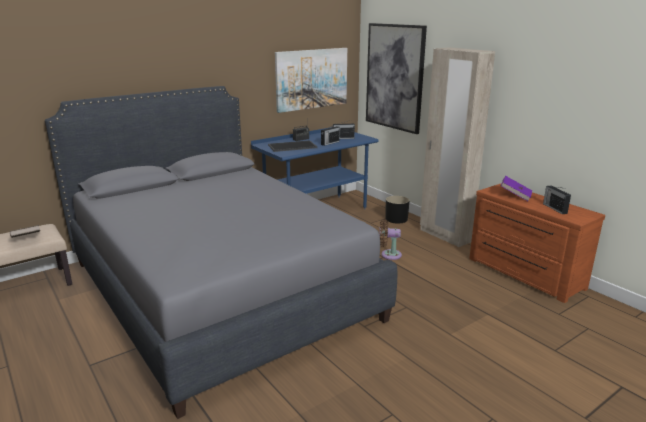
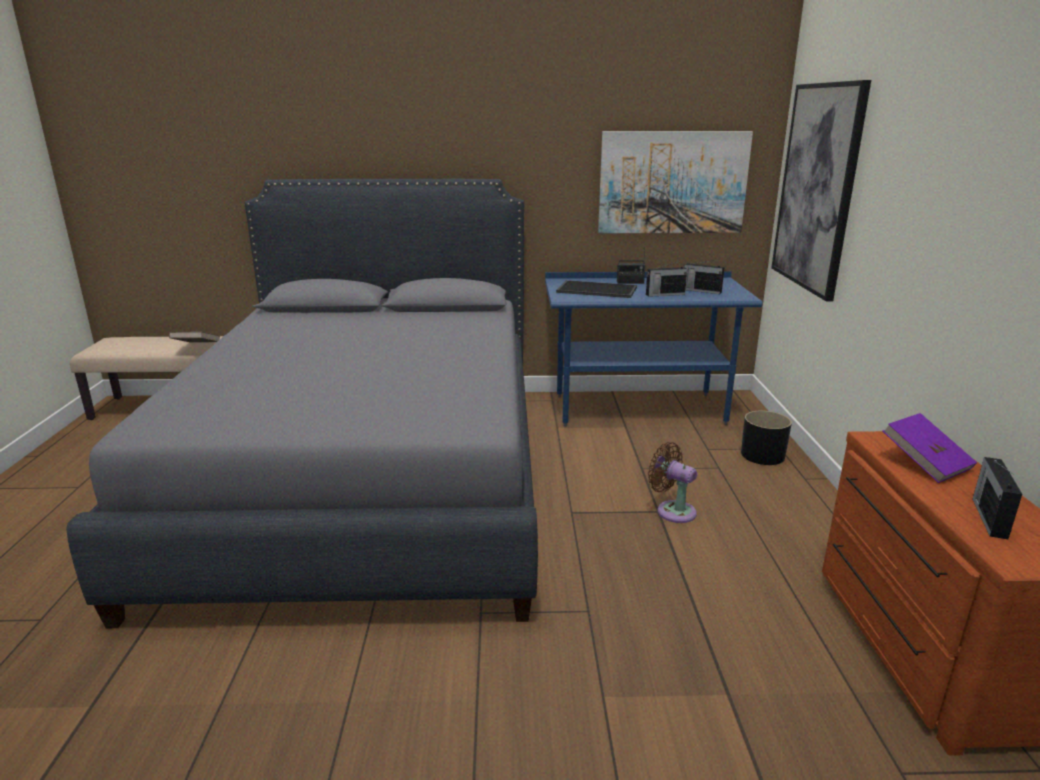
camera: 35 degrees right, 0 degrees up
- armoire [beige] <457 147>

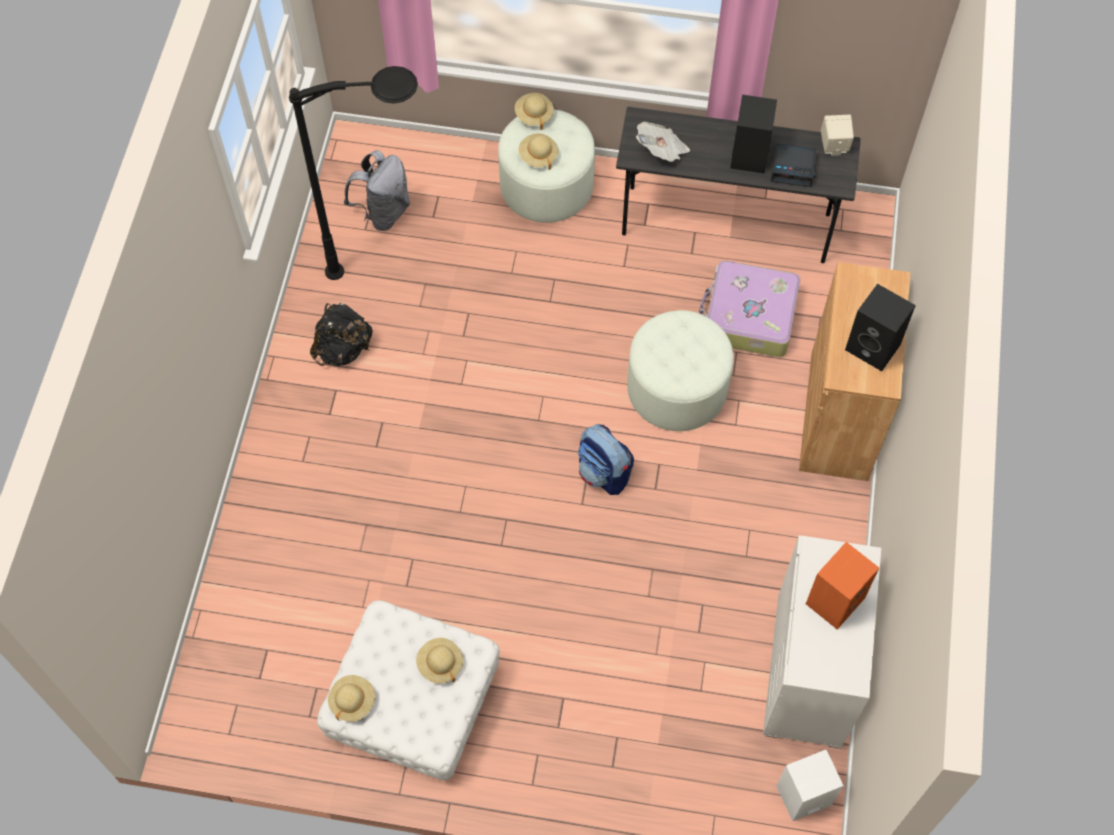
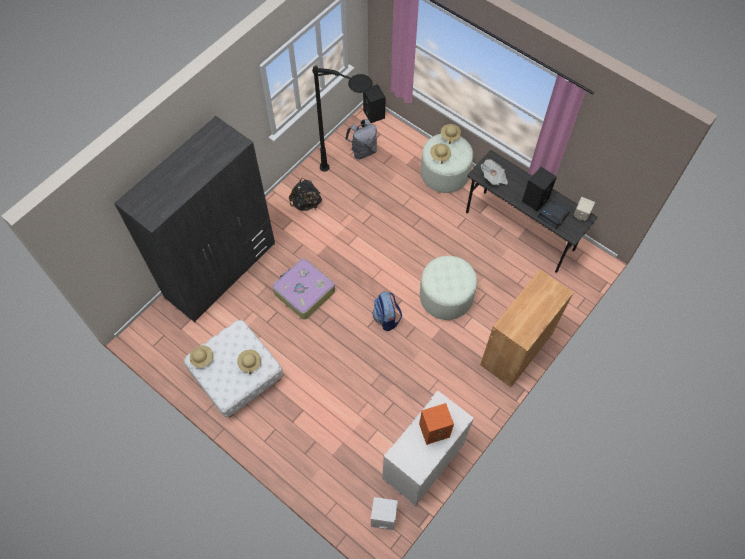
camera: 30 degrees right, 0 degrees up
~ valise <749 309> to <304 289>
~ enceinte [noir] <880 327> to <374 103>
+ armoire [gris] <194 219>

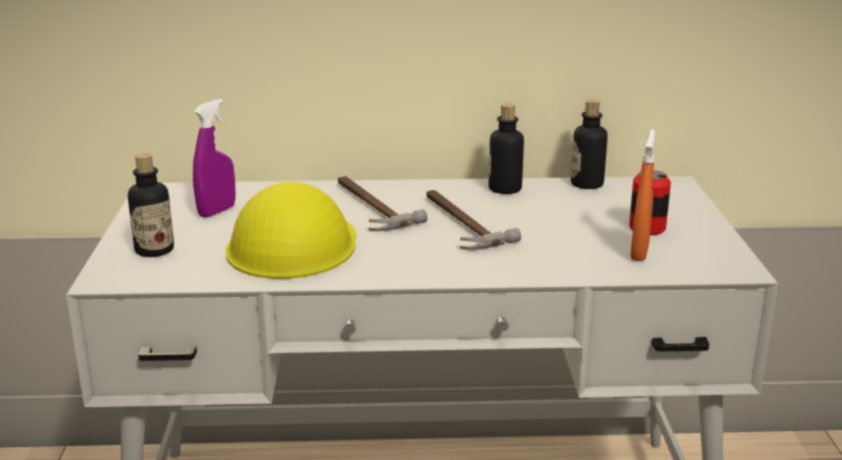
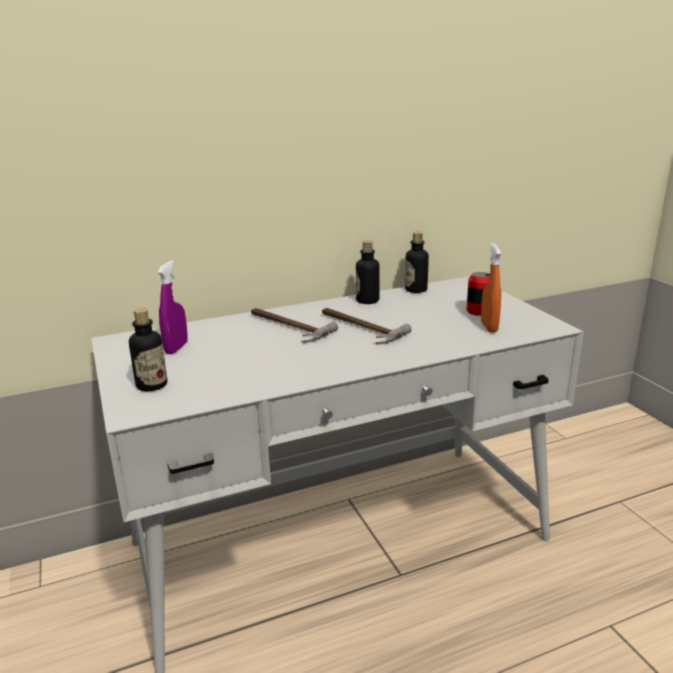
camera: 20 degrees left, 0 degrees up
- casque de chantier [jaune] <290 230>

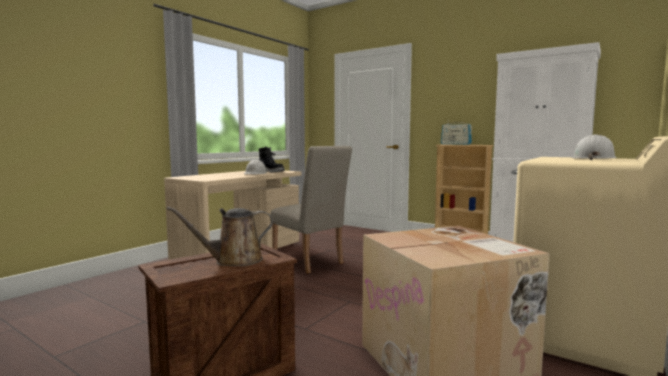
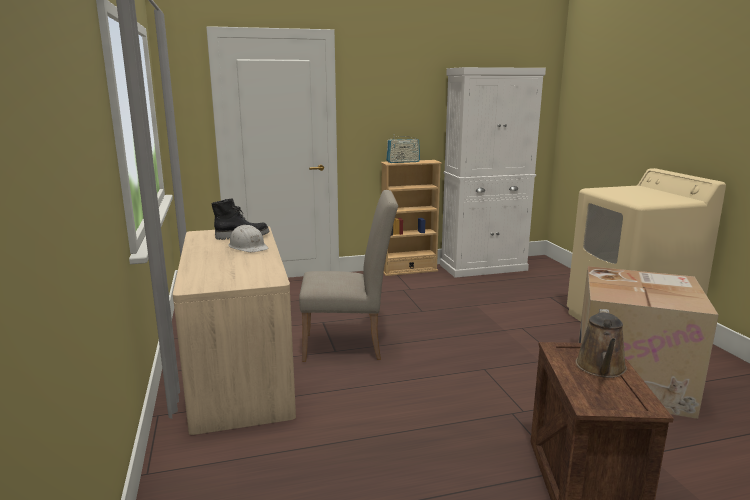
camera: 50 degrees left, 10 degrees up
- casque de chantier [blanc] <594 147>

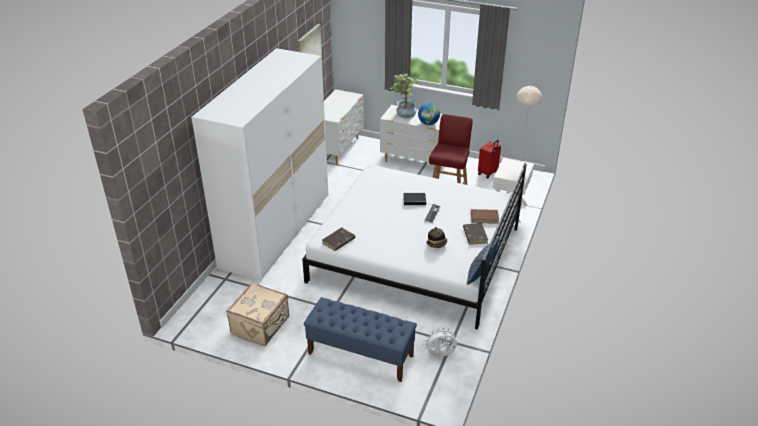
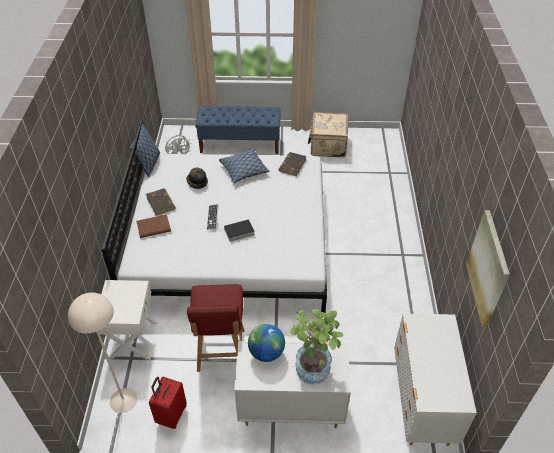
camera: 160 degrees right, 10 degrees up
- armoire [blanc] <259 164>
+ coussin <244 166>

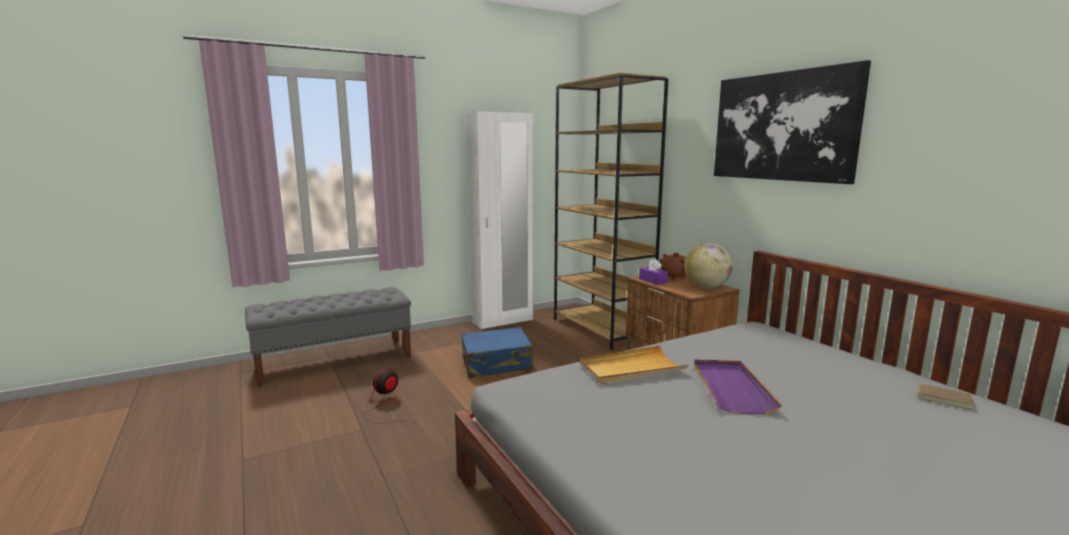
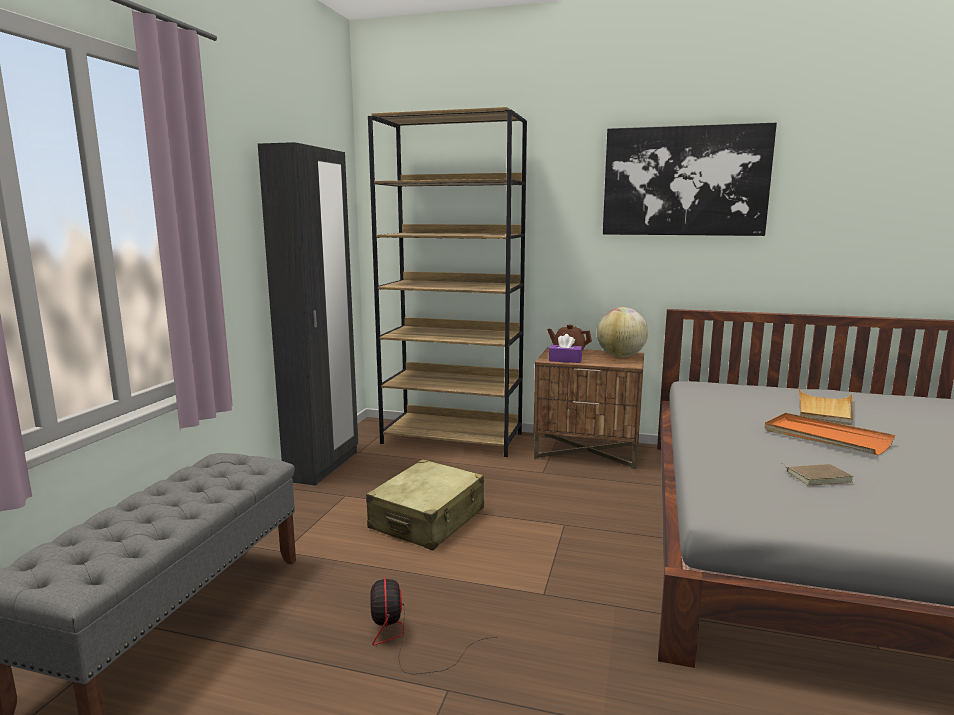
camera: 45 degrees left, 0 degrees up
~ valise [bleu] <497 352> to valise [beige] <425 504>
~ armoire [blanc] <500 220> to armoire [noir] <308 314>
~ plateau [beige] <634 365> to <826 406>
~ plateau [violet] <738 387> to plateau [orange] <829 434>
~ livre [marron] <945 395> to <818 474>

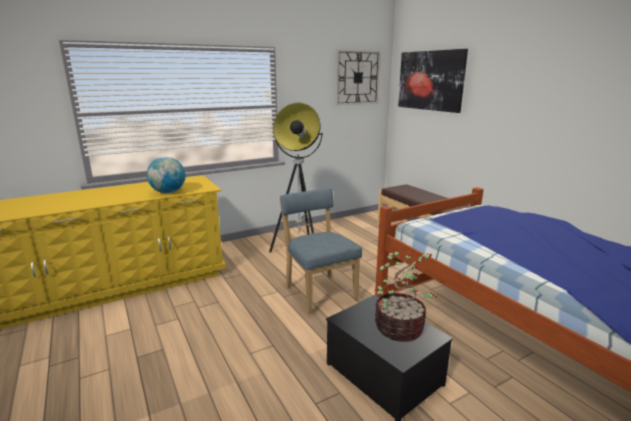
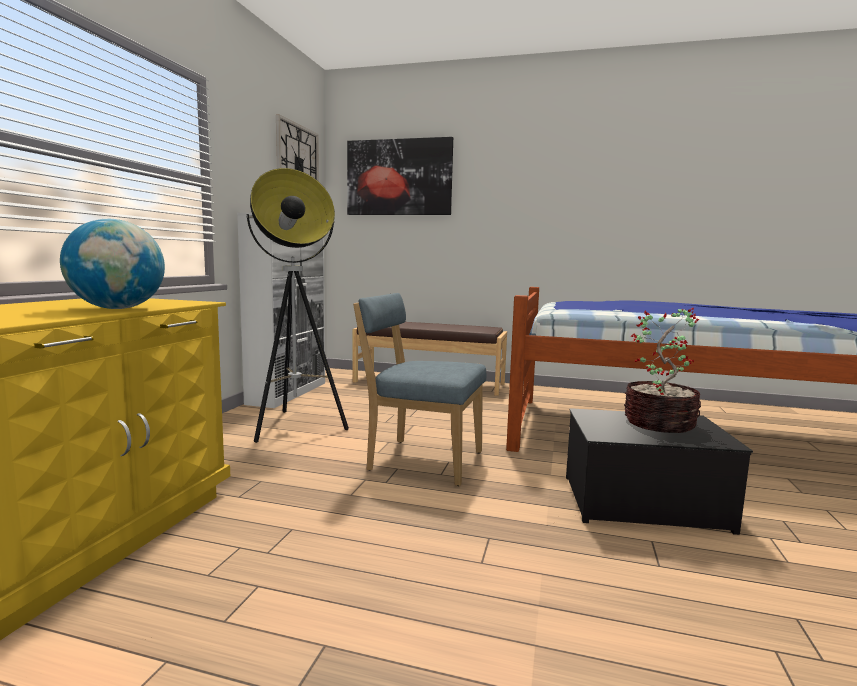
camera: 45 degrees left, 10 degrees down
+ meuble de rangement [blanc] <281 310>

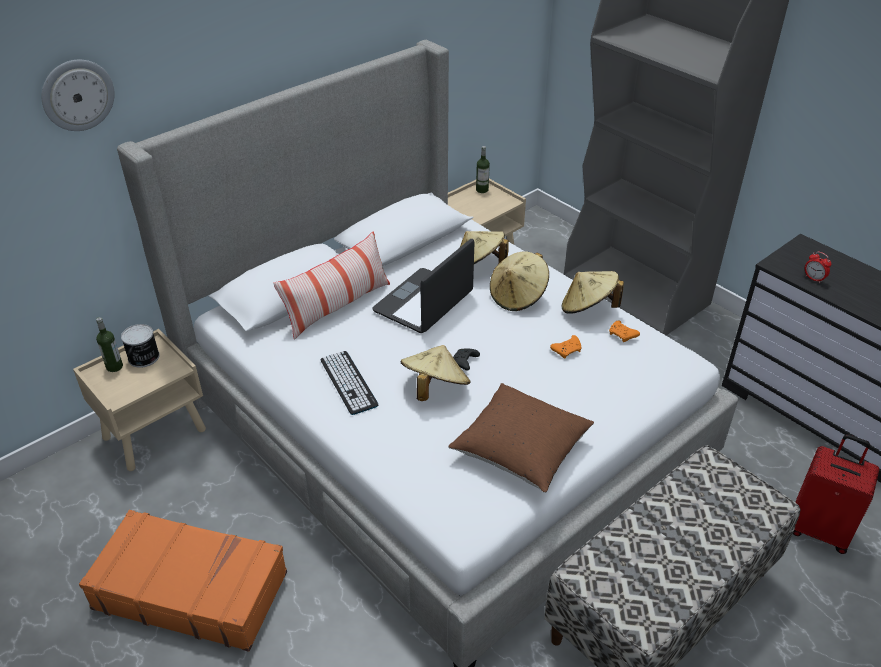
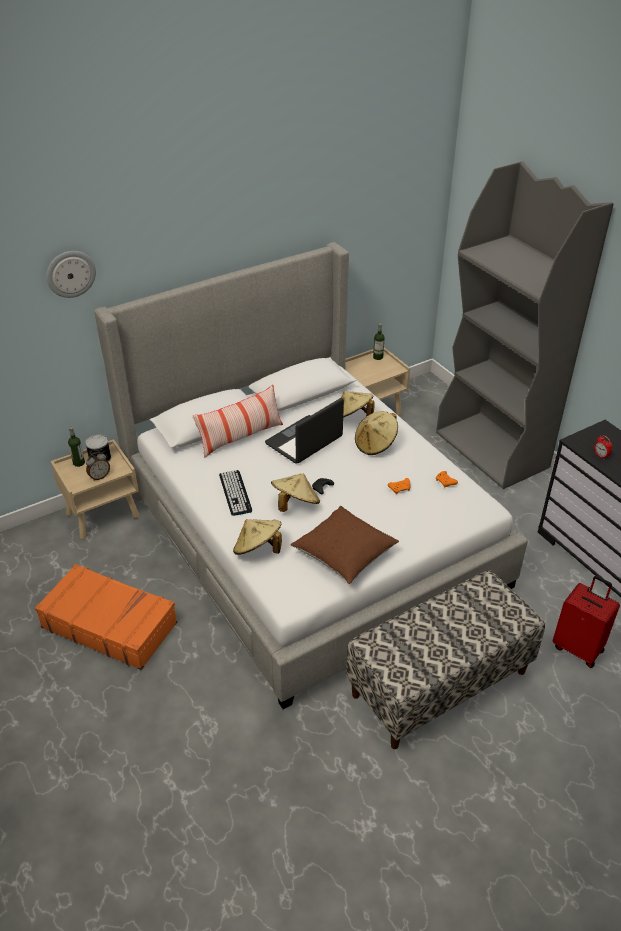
camera: 10 degrees right, 0 degrees up
~ chapeau [beige] <593 292> to <257 537>
+ réveil <98 466>

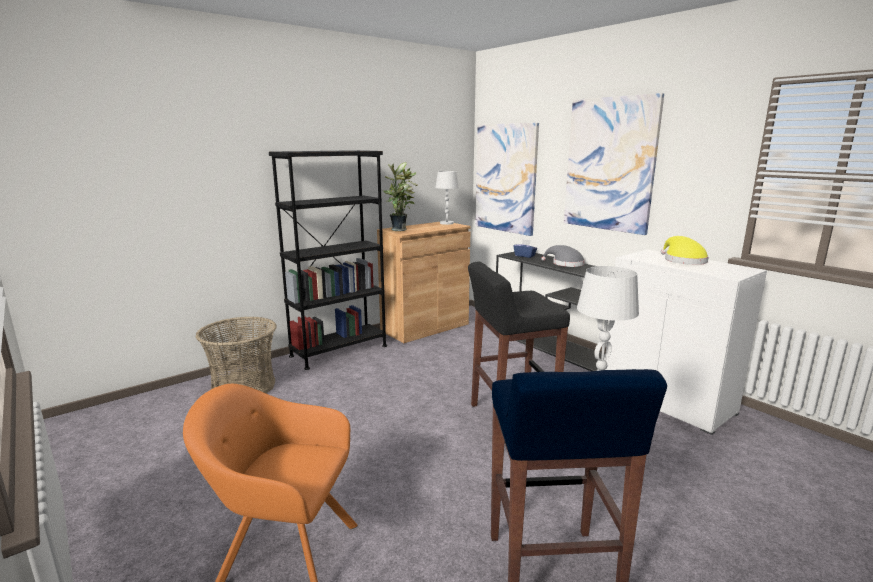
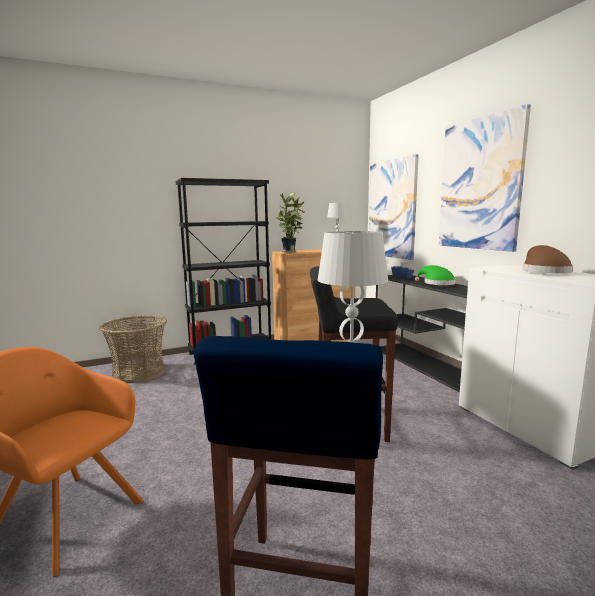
camera: 15 degrees right, 5 degrees down
~ chapeau [gris] <563 256> to chapeau [vert] <435 275>
~ chapeau [jaune] <684 250> to chapeau [marron] <548 259>

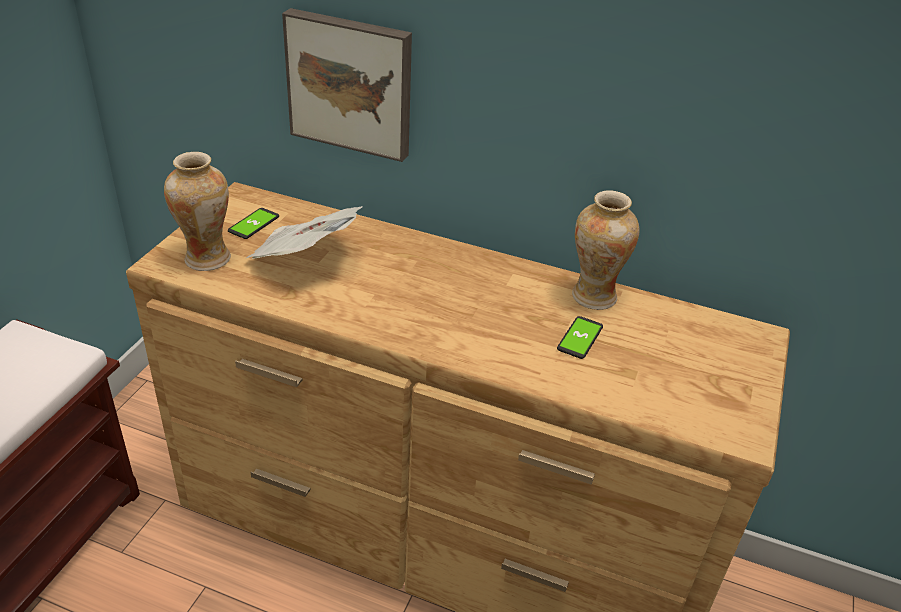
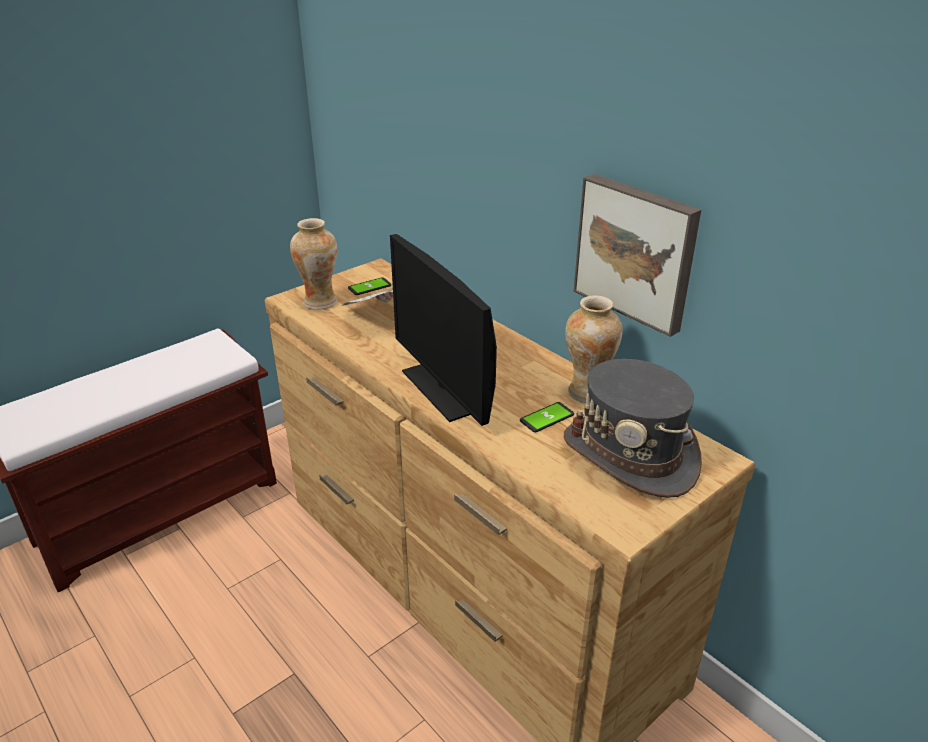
camera: 30 degrees right, 5 degrees down
~ tableau <347 85> to <637 255>
+ écran d'ordinateur <443 330>
+ chapeau [gris] <633 428>

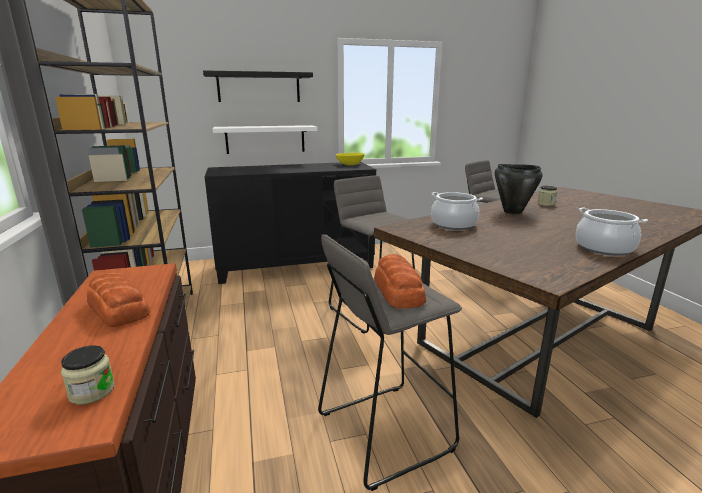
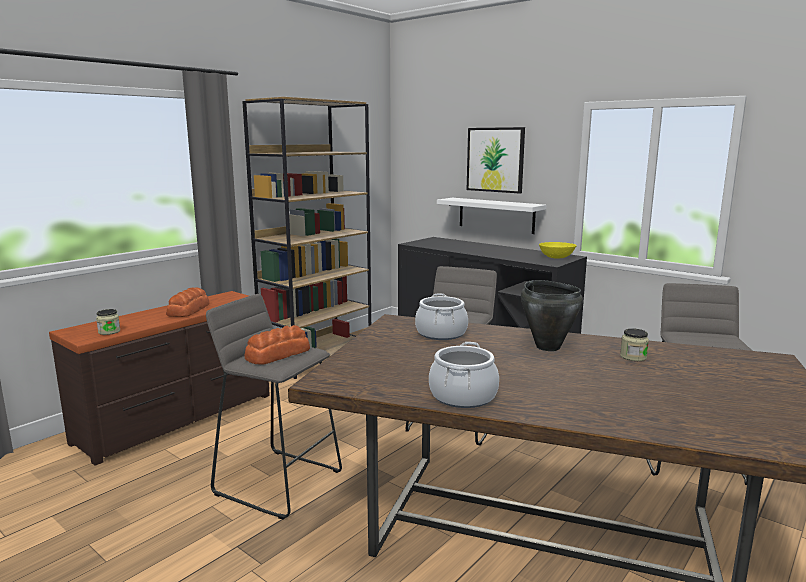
camera: 55 degrees right, 5 degrees down
~ étagère [noir] <258 86> to tableau <496 160>

